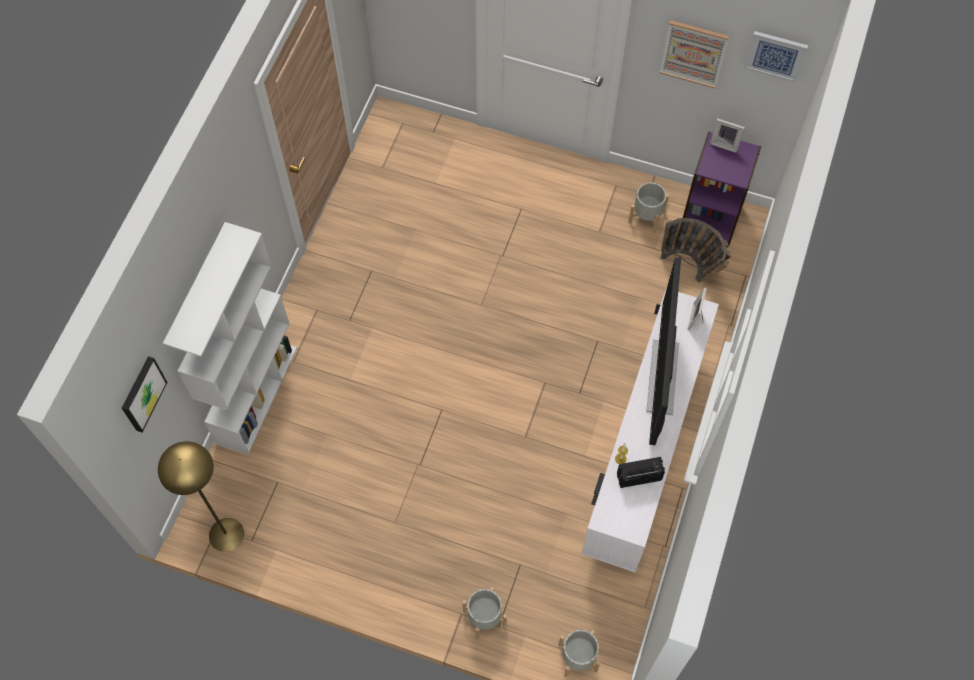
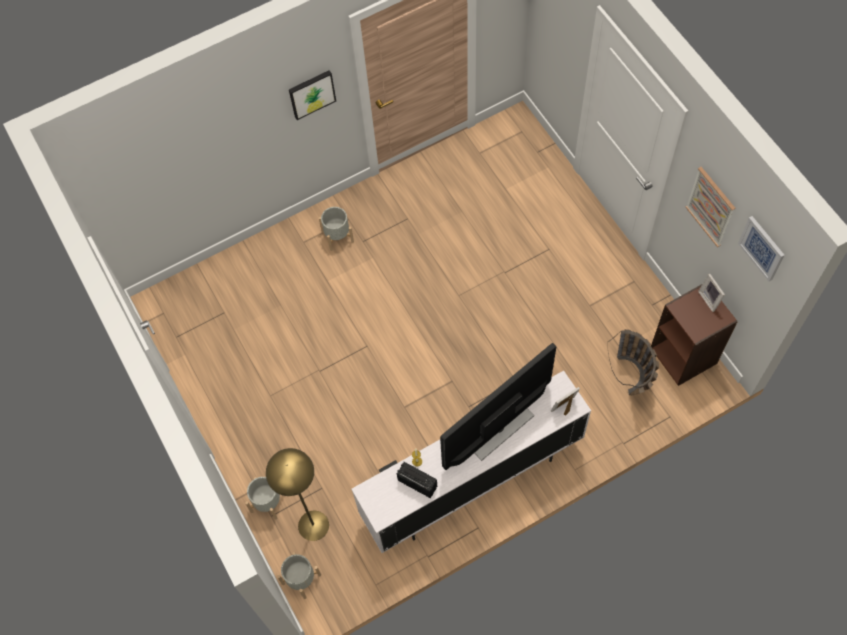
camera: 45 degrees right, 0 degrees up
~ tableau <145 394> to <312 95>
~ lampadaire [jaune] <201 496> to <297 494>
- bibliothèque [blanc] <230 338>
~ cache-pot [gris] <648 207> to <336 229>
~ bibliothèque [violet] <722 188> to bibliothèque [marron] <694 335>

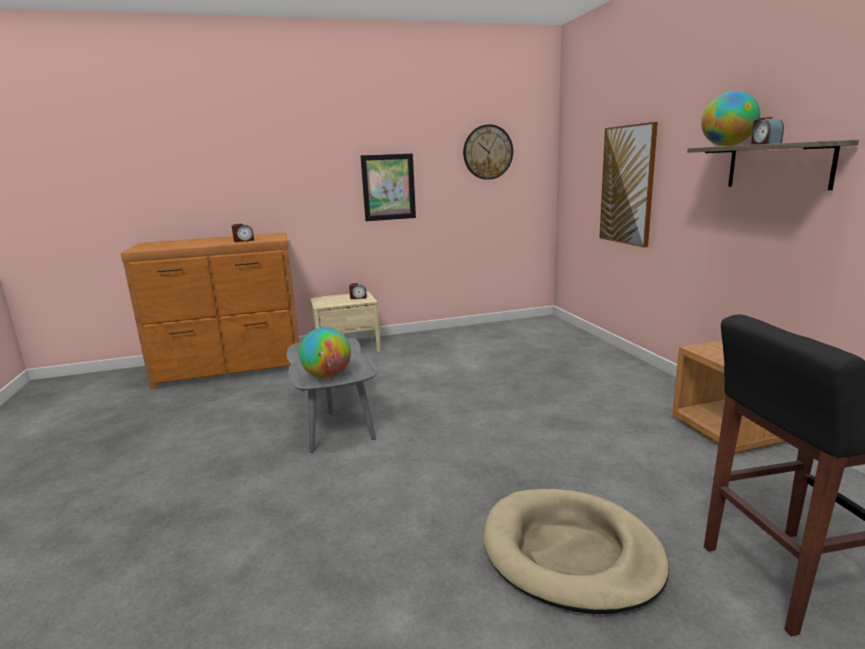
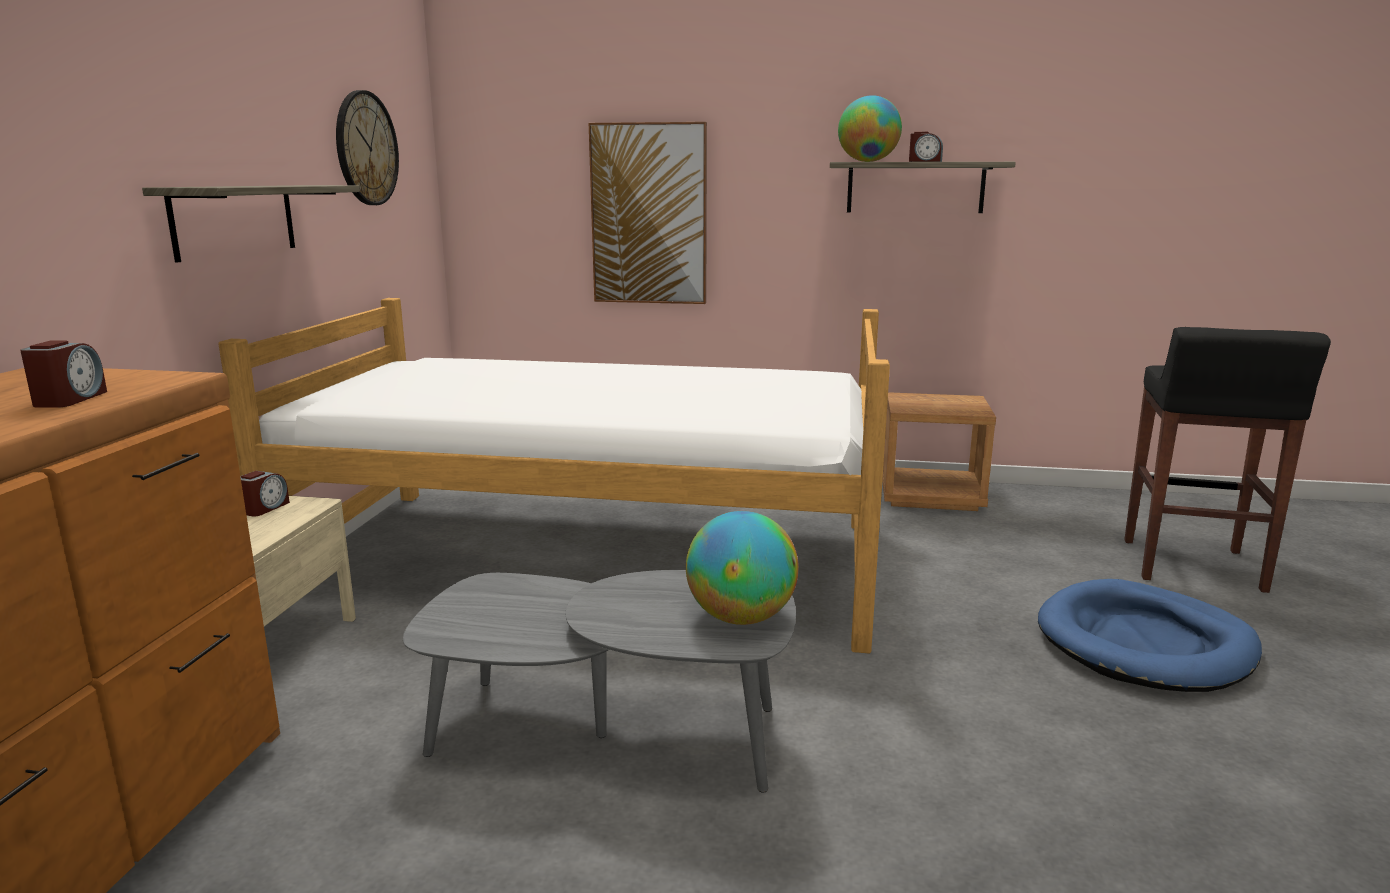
camera: 65 degrees left, 0 degrees up
~ tableau <388 187> to étagère <251 224>
~ panier pour chien [beige] <576 551> to panier pour chien [bleu] <1150 635>
+ lit <554 476>

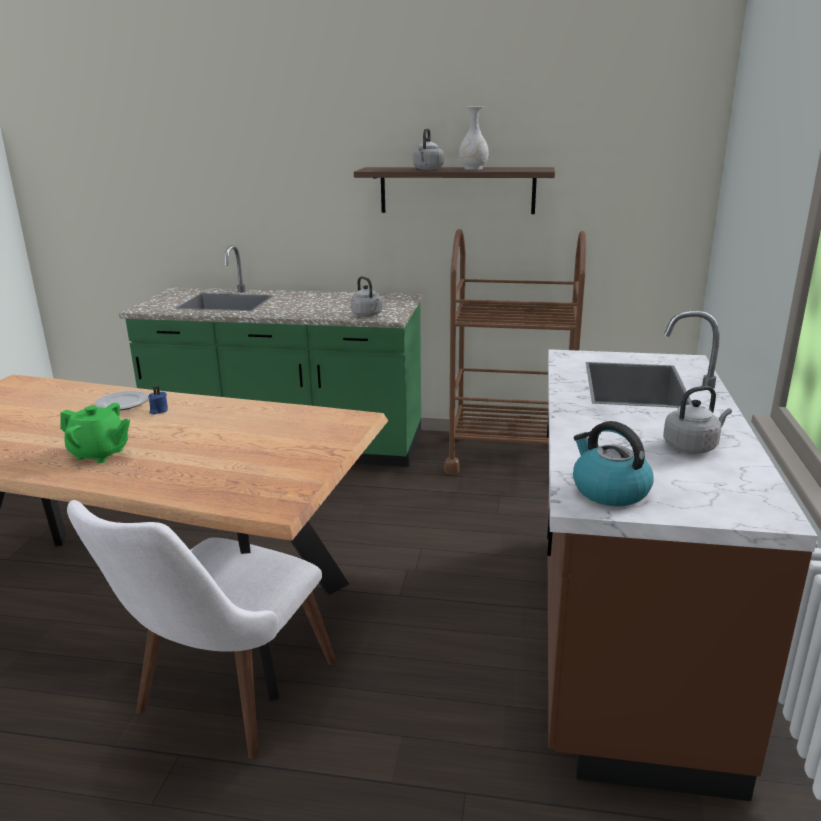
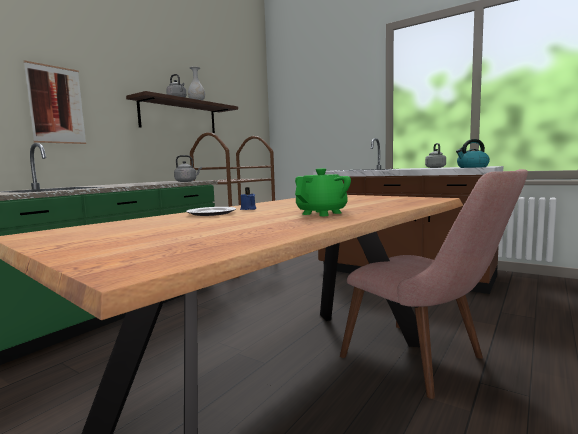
camera: 65 degrees left, 15 degrees down
~ chaise [blanc] <202 629> to chaise [rose] <434 284>
+ tableau <55 102>

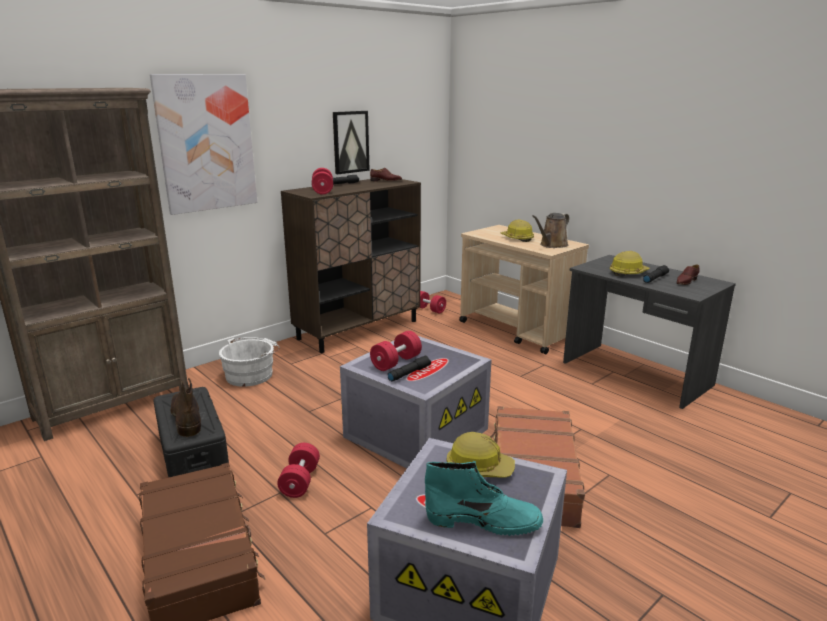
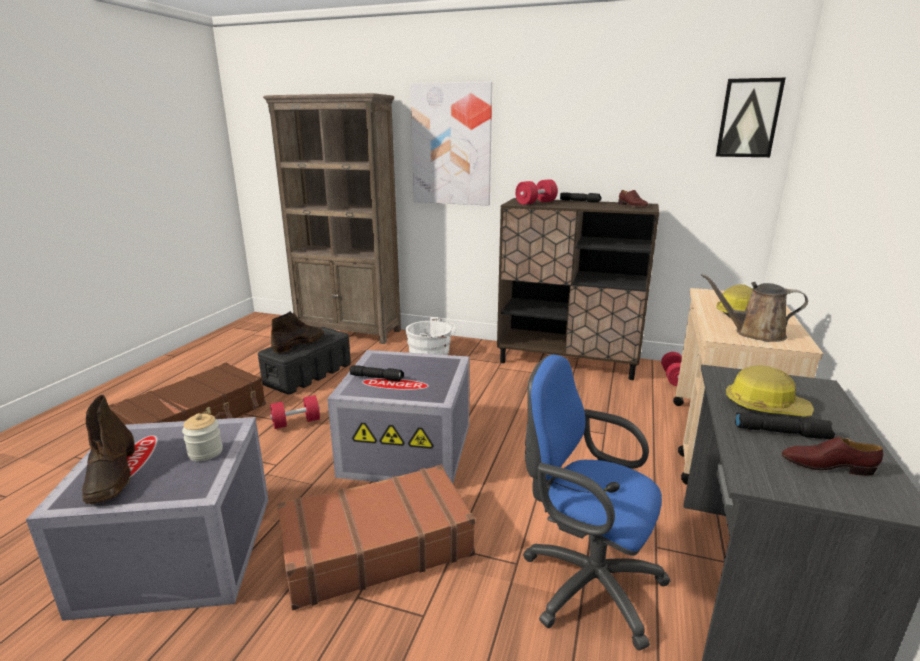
camera: 60 degrees right, 0 degrees up
~ tableau <351 142> to <751 117>
- haltère [rouge] <396 351>
~ botte [turquoise] <484 498> to botte [marron] <108 449>
~ casque de chantier <480 455> to bocal <202 437>
+ chaise de bureau [bleu] <597 502>

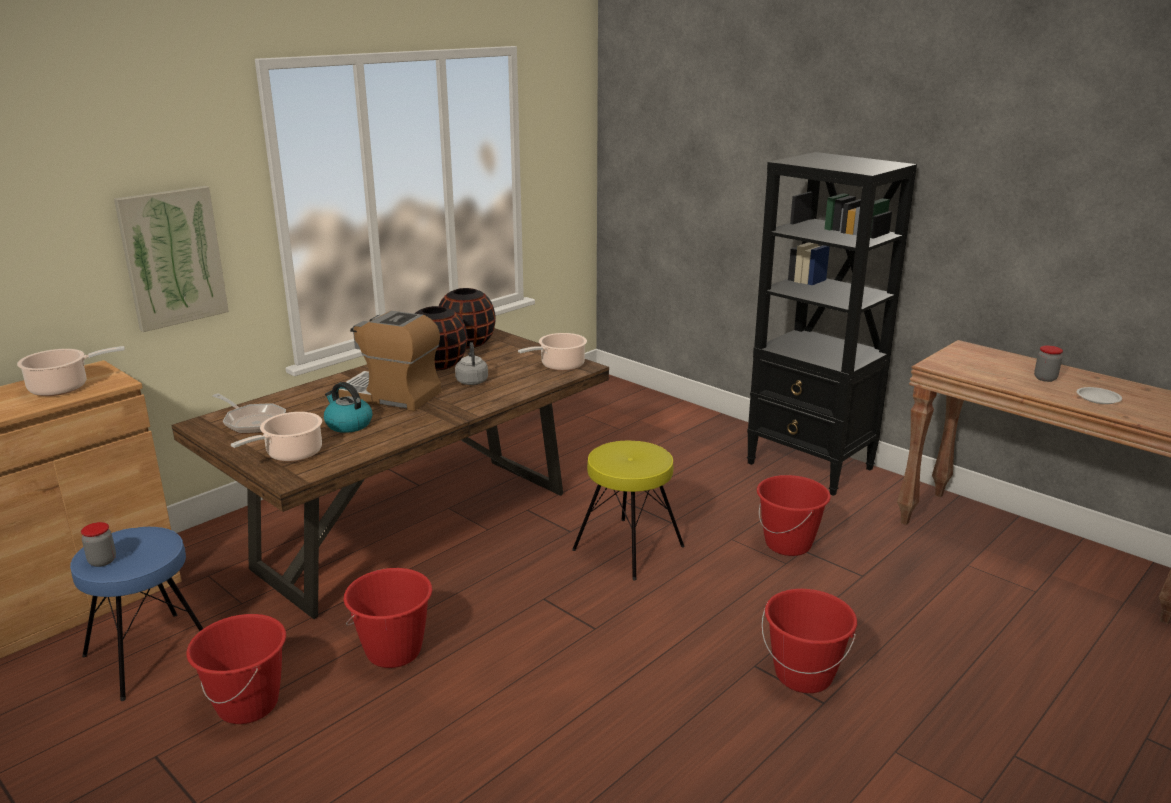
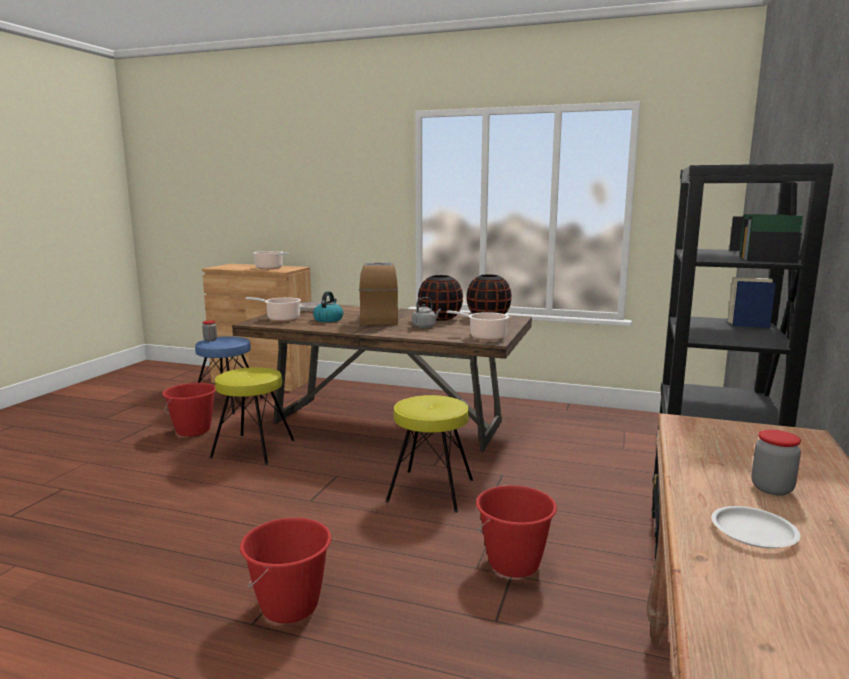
camera: 65 degrees right, 10 degrees down
- tableau <171 259>
~ seau [rouge] <388 618> to tabouret [jaune] <252 416>

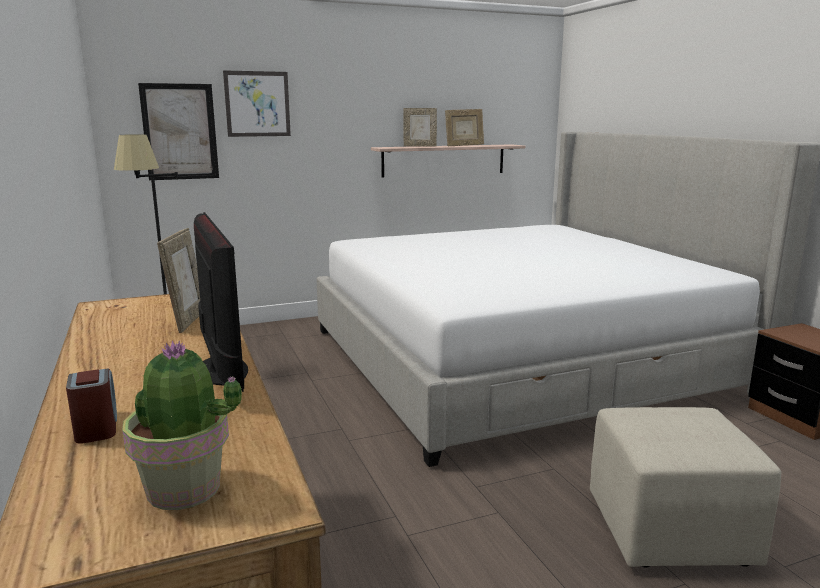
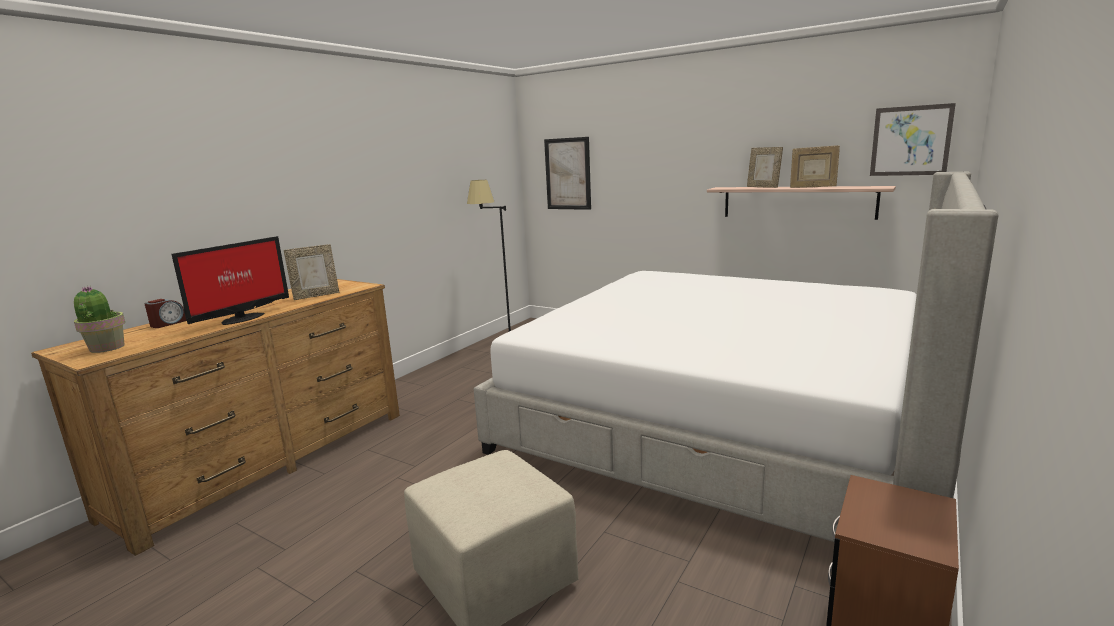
camera: 55 degrees right, 0 degrees up
~ tableau <257 103> to <913 139>

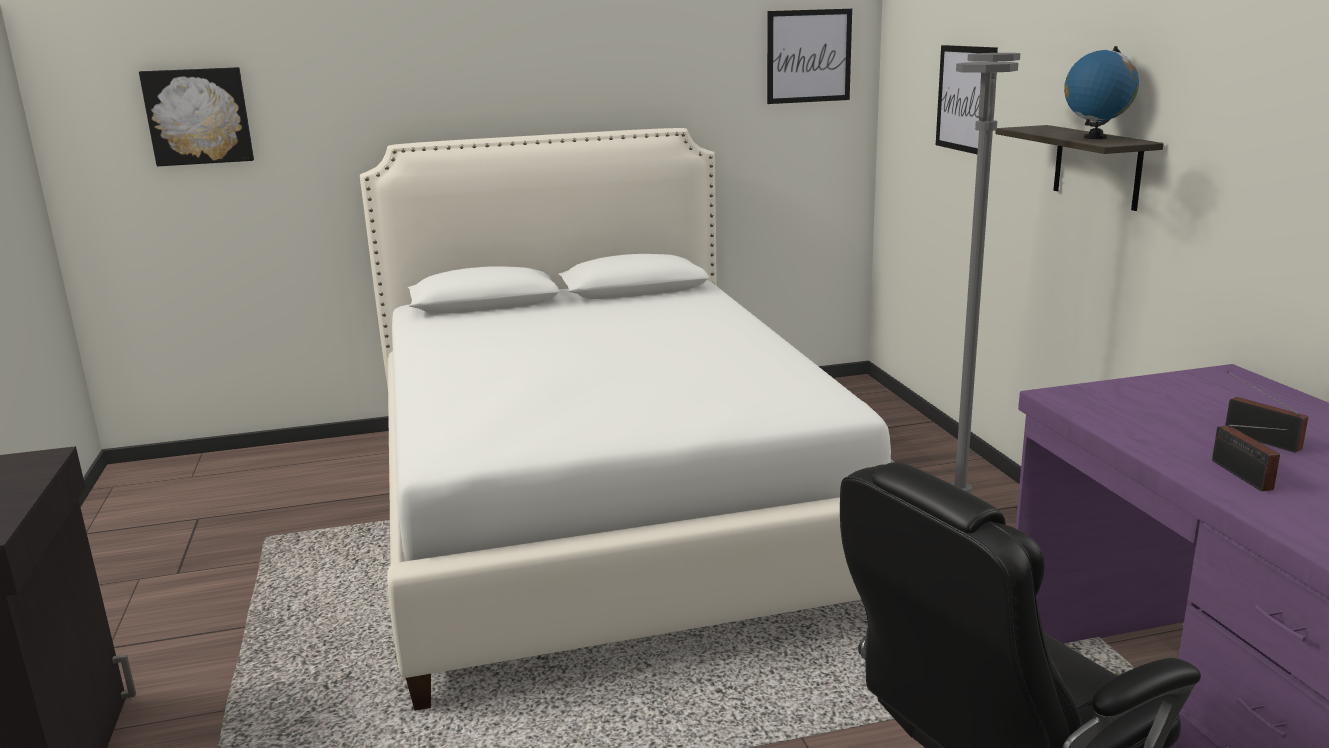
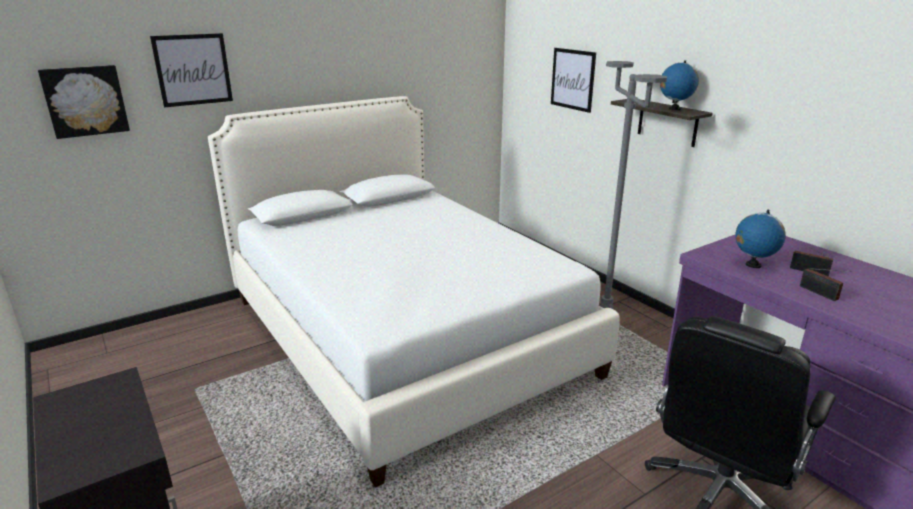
camera: 20 degrees left, 5 degrees up
~ tableau <809 56> to <191 70>
+ globe <760 238>

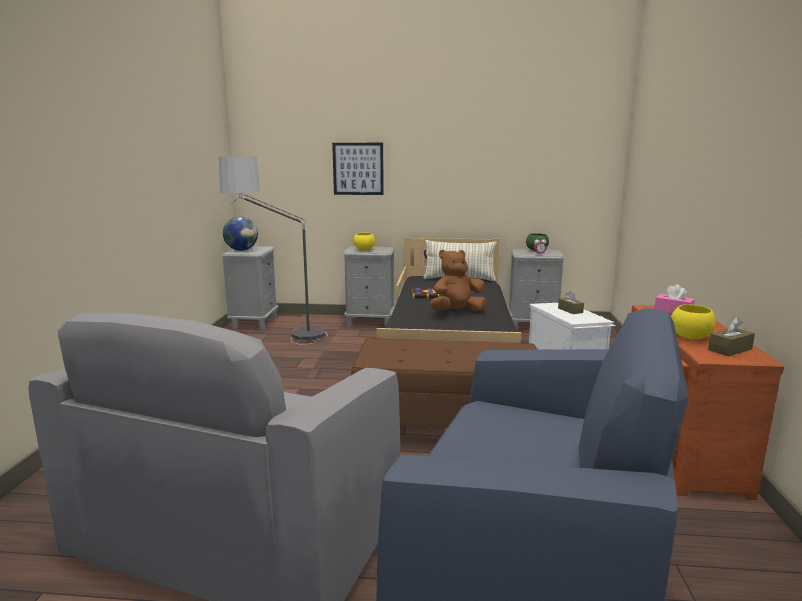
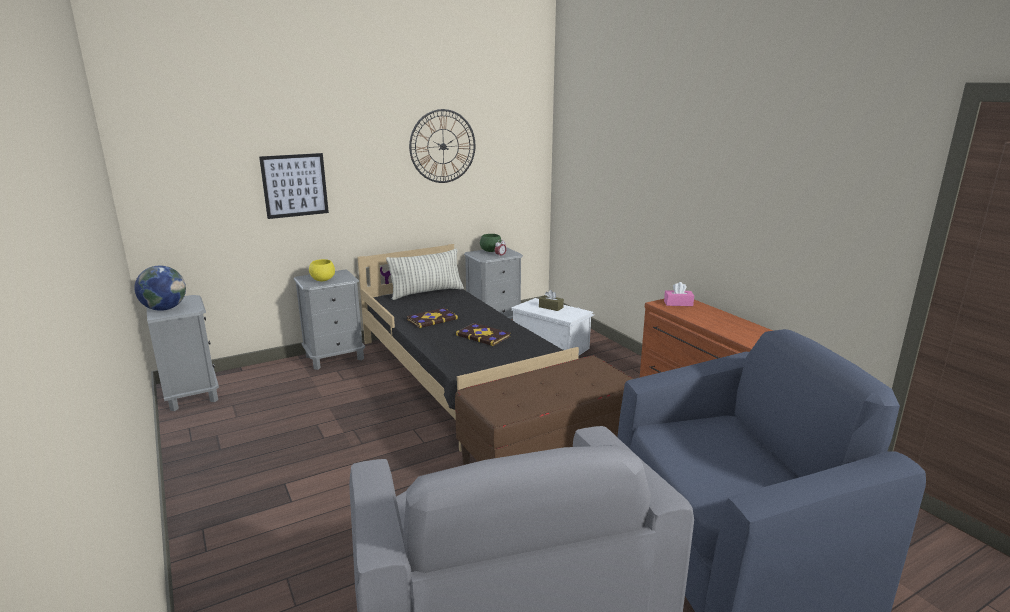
camera: 35 degrees left, 5 degrees up
- lampadaire <273 250>
~ peluche [marron] <459 280> to livre <483 334>
- bol [jaune] <693 321>
- boîte à mouchoirs [marron] <731 336>
+ horloge murale <442 146>

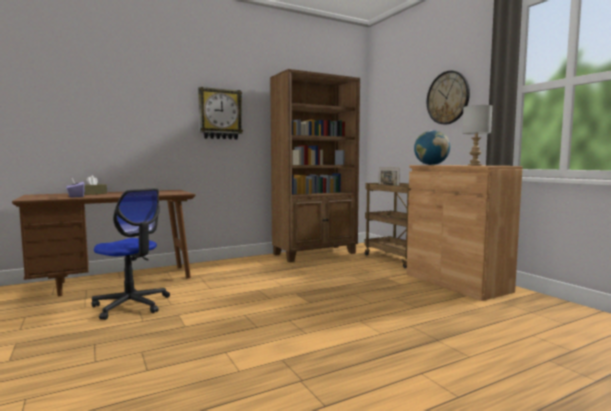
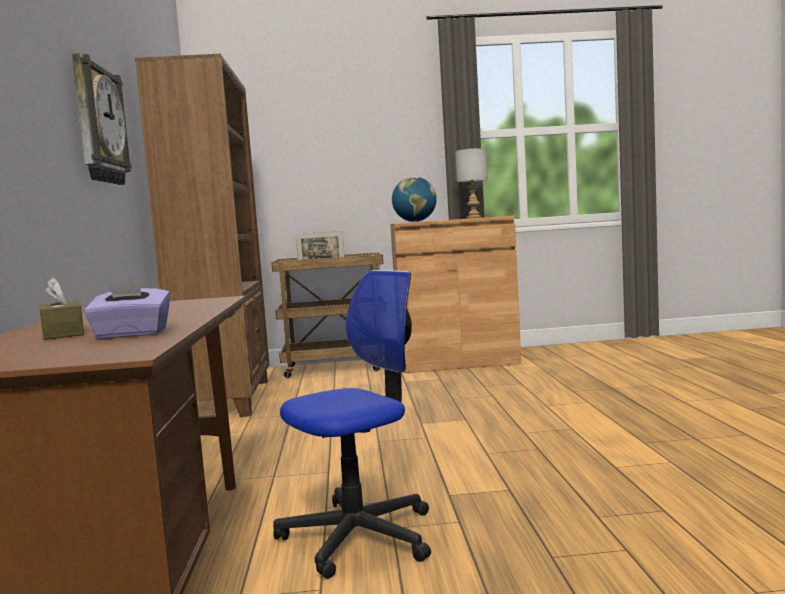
camera: 65 degrees left, 0 degrees up
- horloge murale <448 97>

